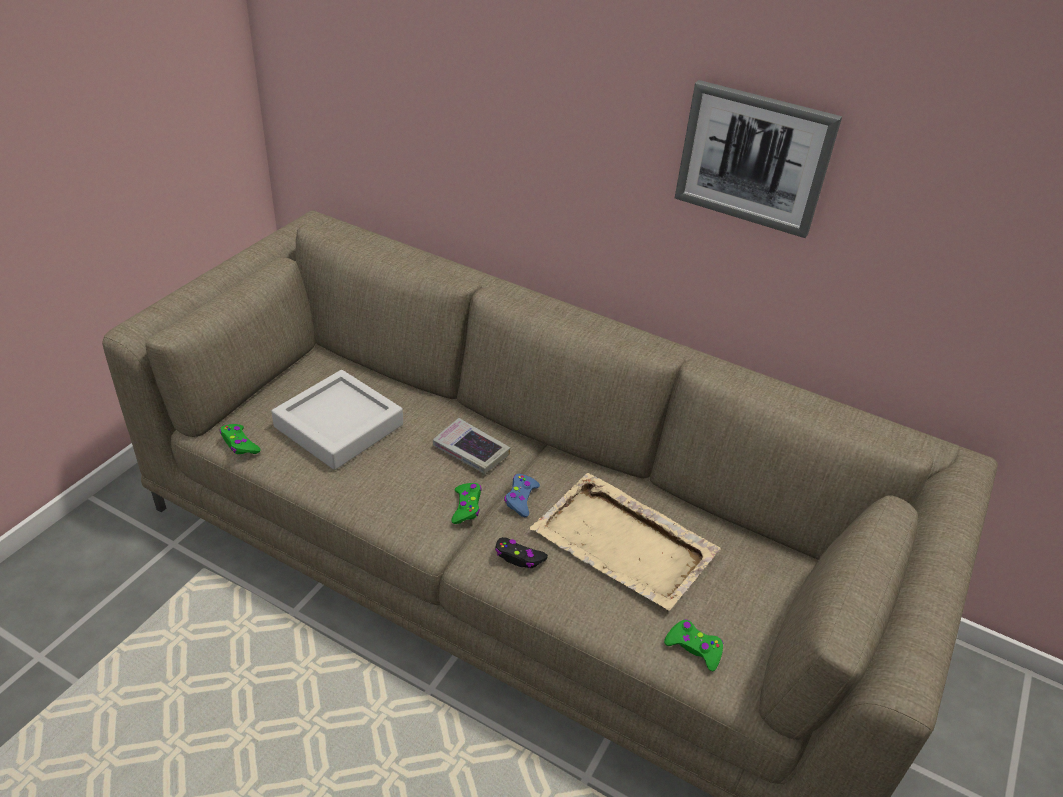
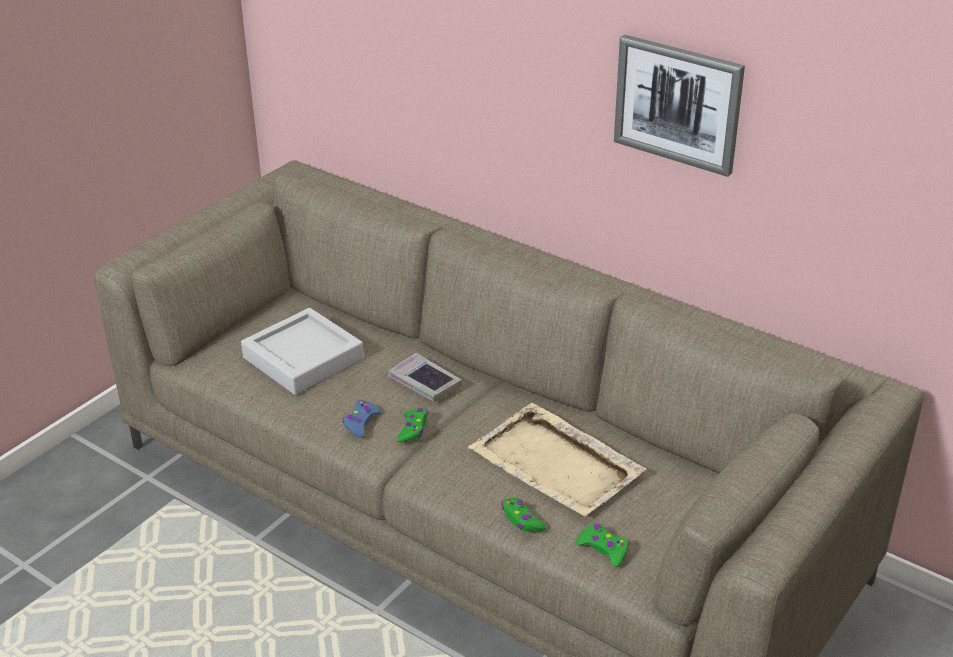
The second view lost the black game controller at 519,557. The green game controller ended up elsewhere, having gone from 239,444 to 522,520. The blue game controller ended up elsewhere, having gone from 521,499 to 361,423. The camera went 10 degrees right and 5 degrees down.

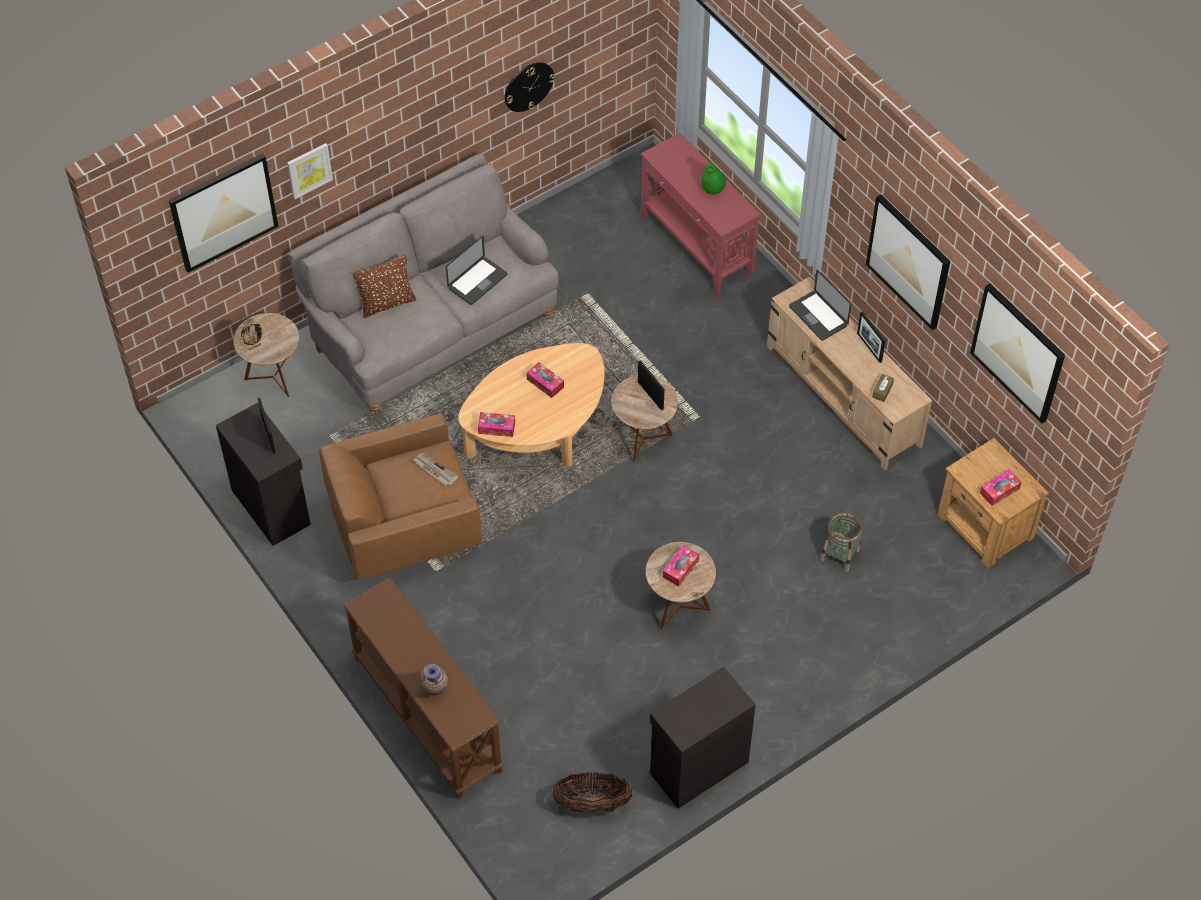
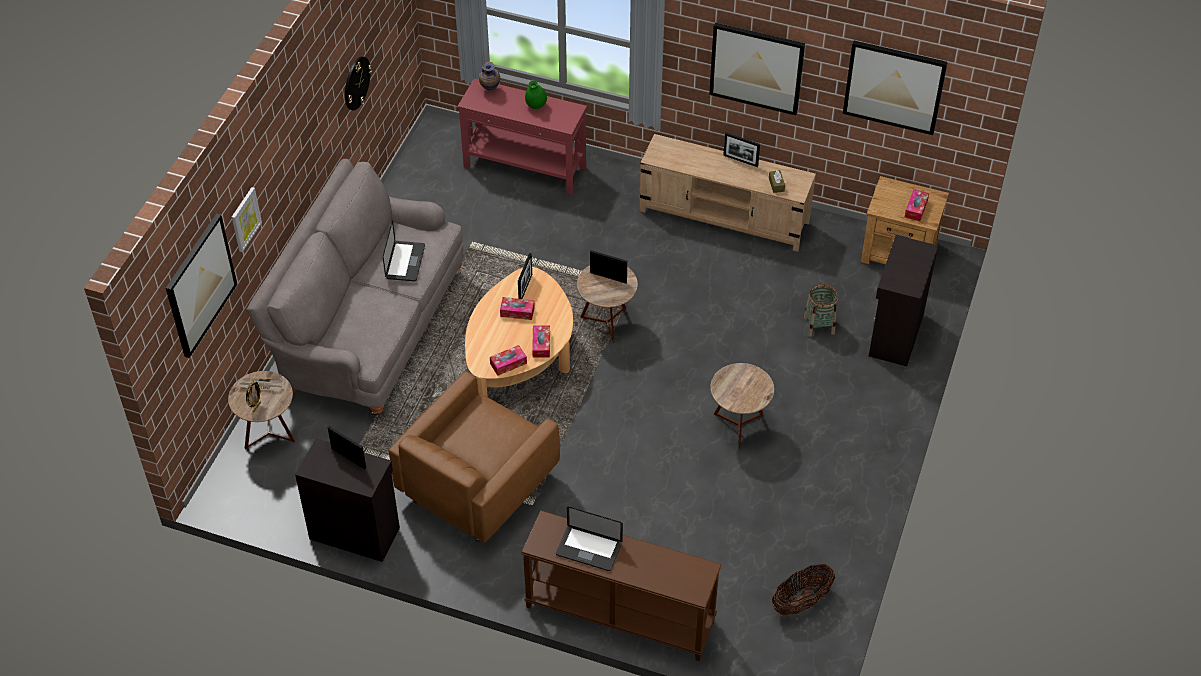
The second view lost the brown pillow at 387,303. The second view gained the picture frame at 525,288. The newspaper ended up elsewhere, having gone from 434,470 to 262,385. The vase ended up elsewhere, having gone from 435,691 to 490,90. The black cabinet ended up elsewhere, having gone from 697,767 to 894,334. The tissue box ended up elsewhere, having gone from 680,569 to 541,344. The laptop ended up elsewhere, having gone from 818,316 to 589,549. The camera went 35 degrees left and 5 degrees down.

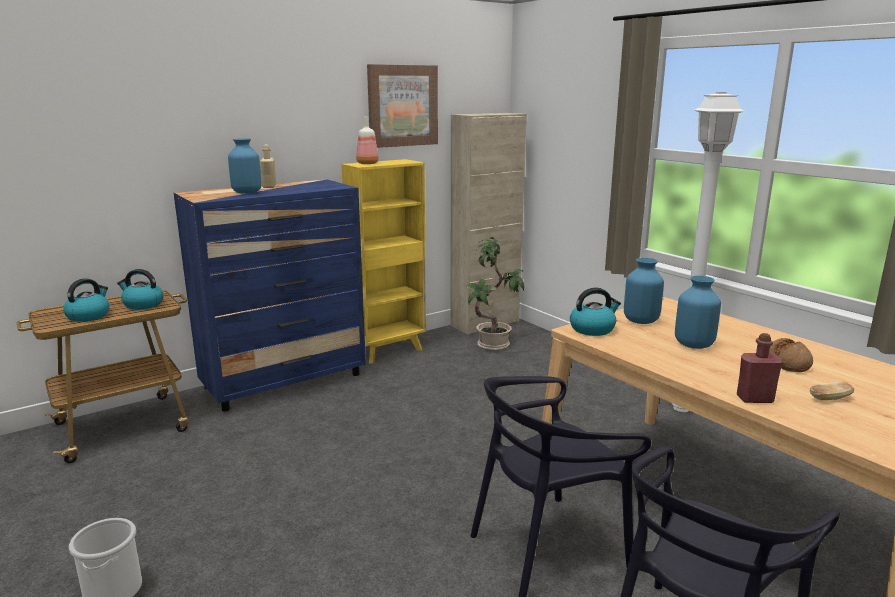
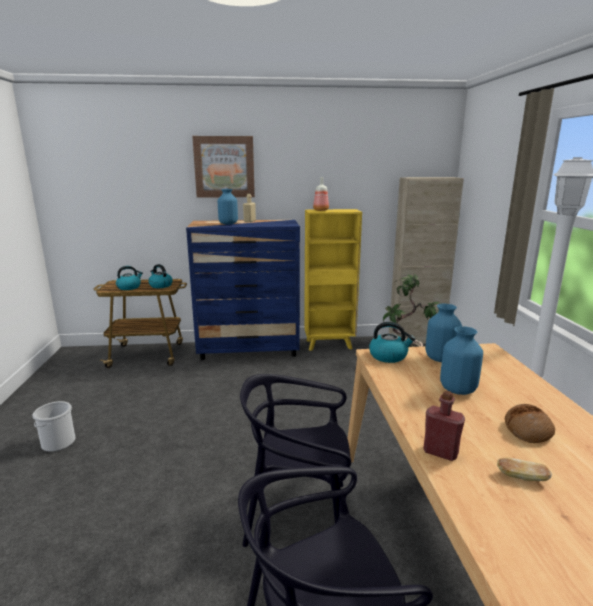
The picture ended up elsewhere, having gone from 402,106 to 224,167. The camera went 30 degrees right and 0 degrees up.

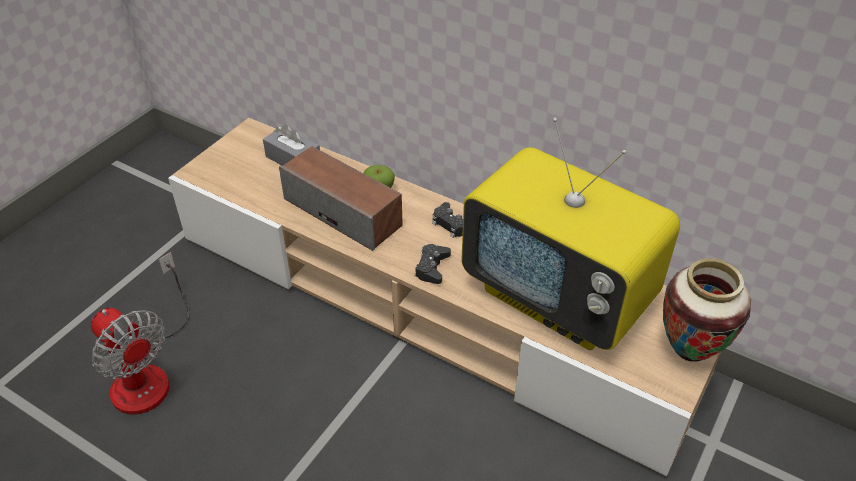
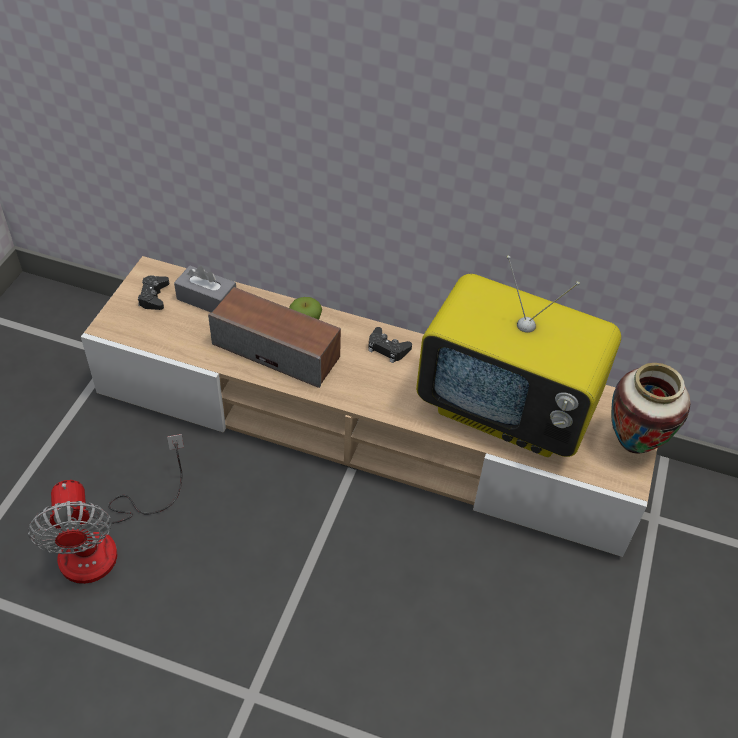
The black game controller ended up elsewhere, having gone from 432,267 to 154,296. The fan at 148,372 ended up facing another way, 45 degrees clockwise from before. The camera went 15 degrees left and 5 degrees up.

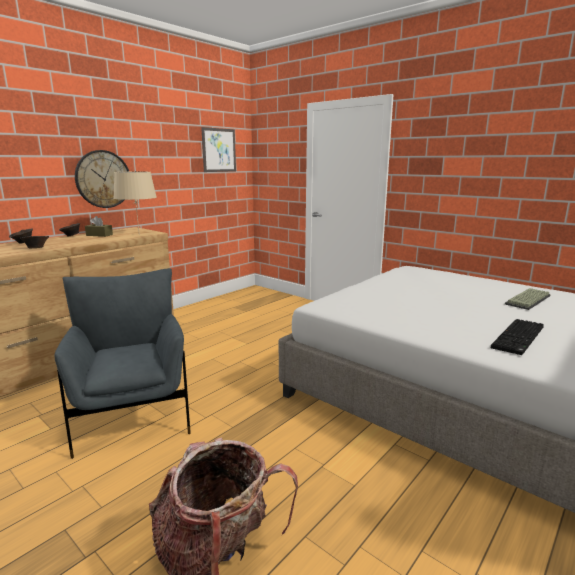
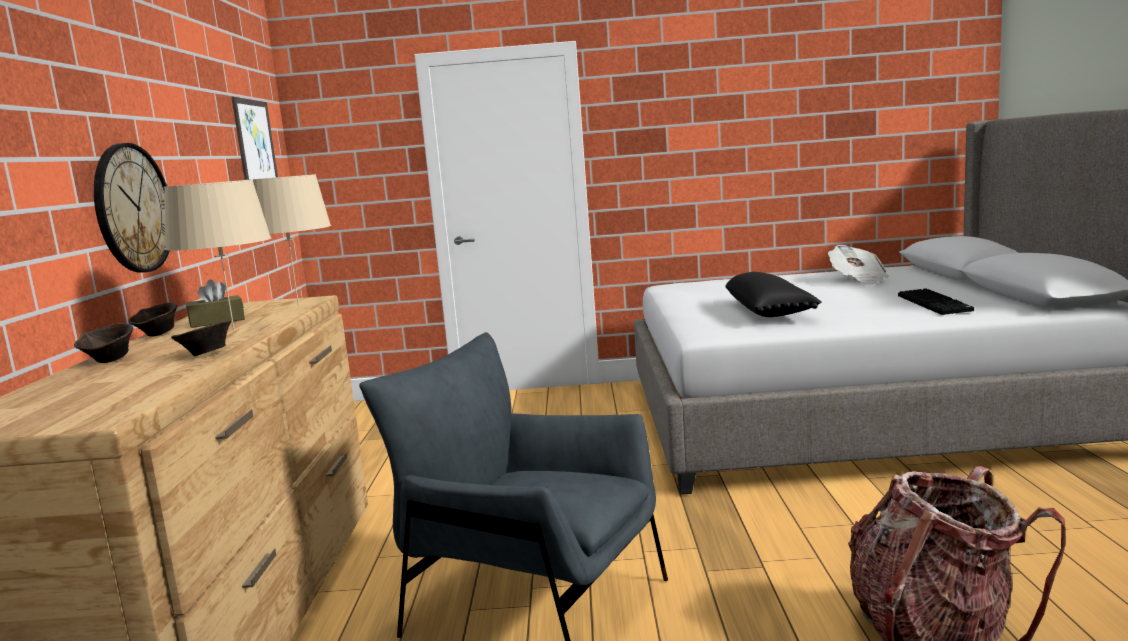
The second view gained the beige table lamp at 233,330. The second view gained the black pillow at 769,311. Where the keyboard stood at 529,300, the newspaper came to stand at 858,280. The camera went 40 degrees left and 5 degrees down.

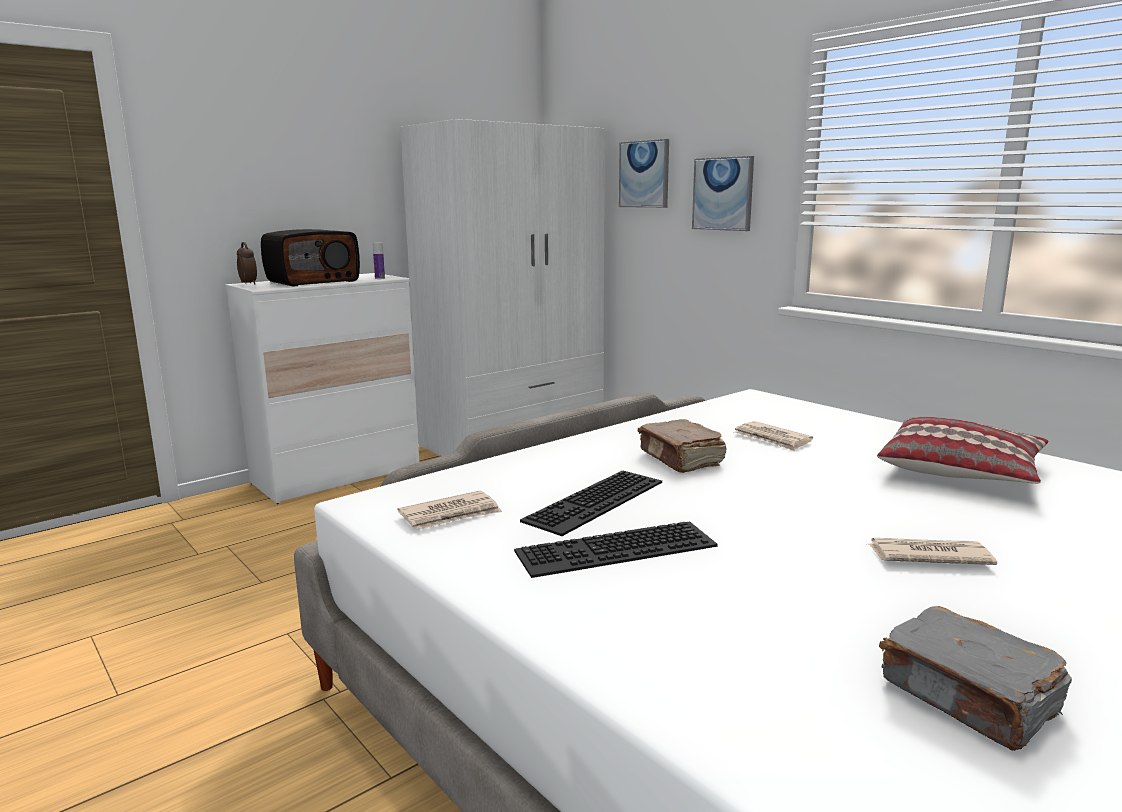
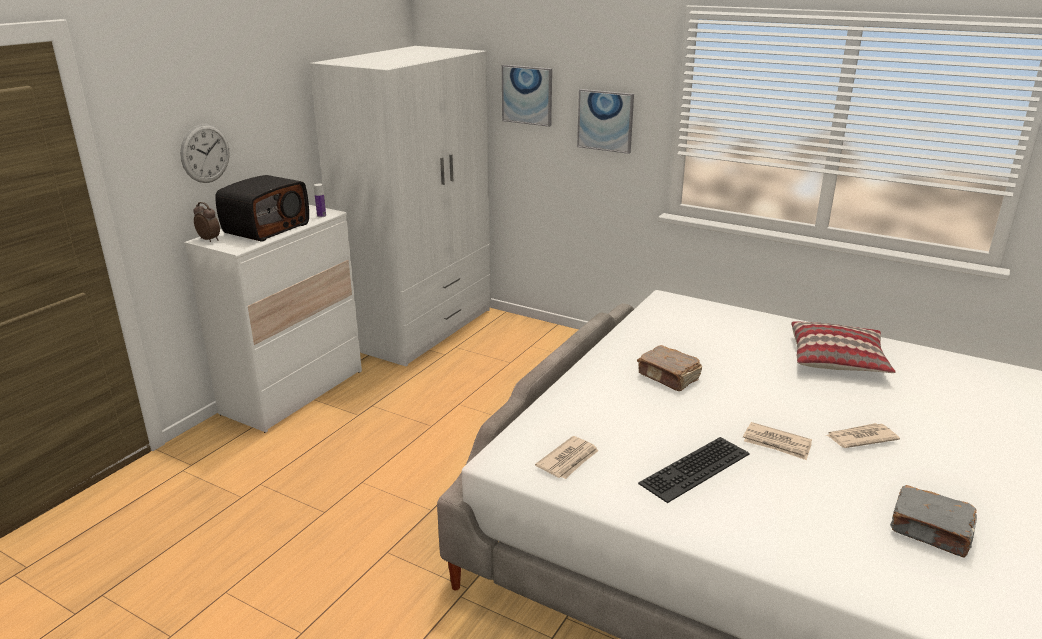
The second view lost the keyboard at 597,502. The second view gained the wall clock at 205,153. The newspaper ended up elsewhere, having gone from 772,439 to 777,444. The camera went 20 degrees left and 10 degrees up.

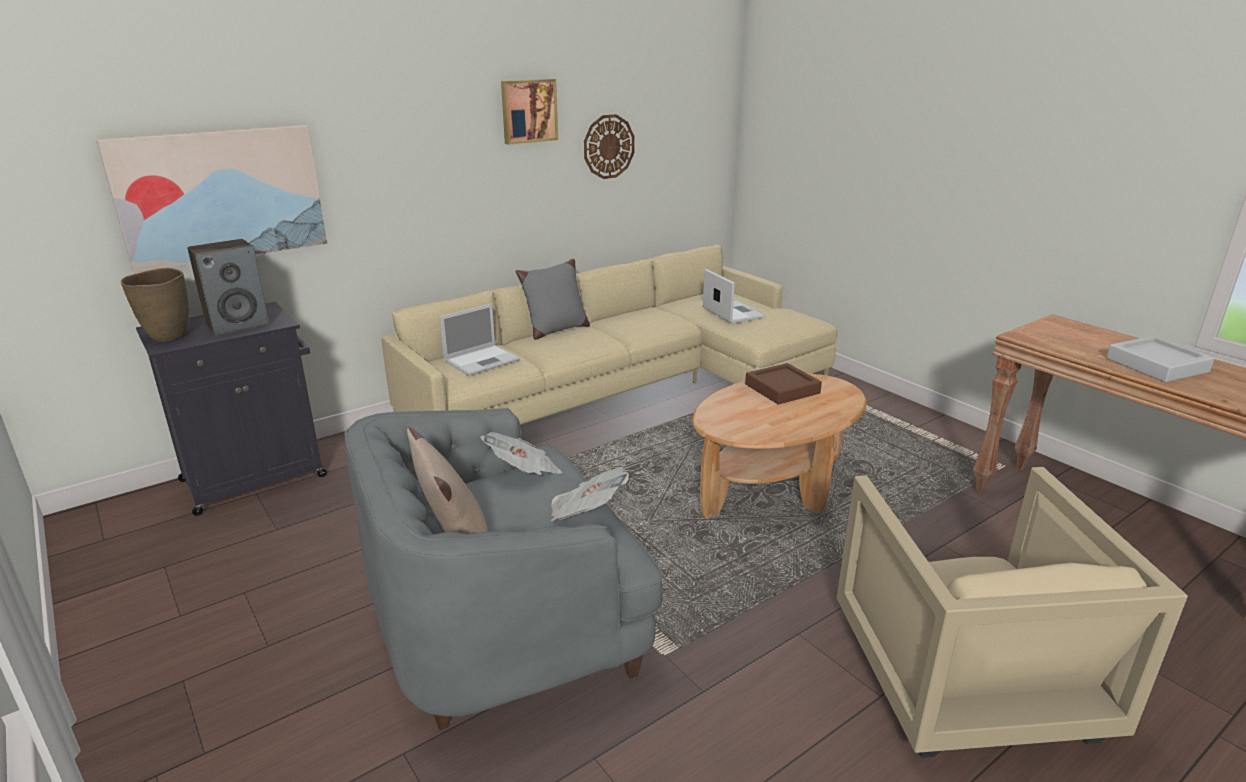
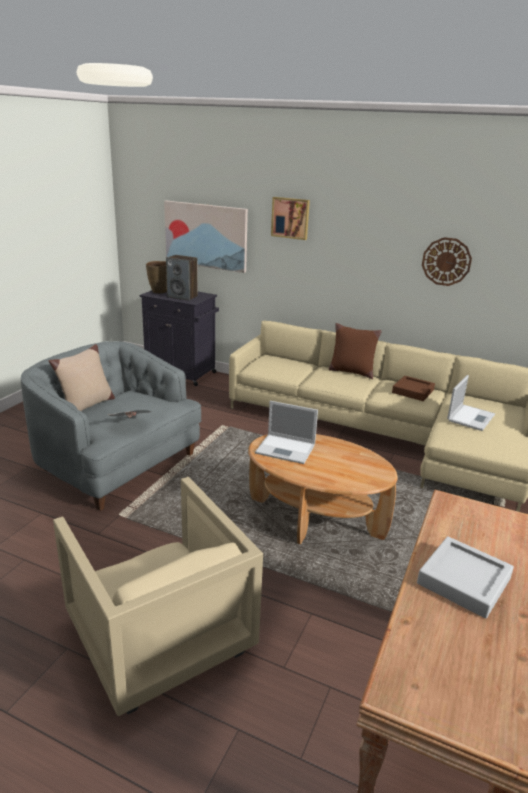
The second view lost the newspaper at 523,471. The laptop ended up elsewhere, having gone from 483,360 to 286,449. The picture ended up elsewhere, having gone from 528,111 to 290,218. The brown tray ended up elsewhere, having gone from 782,389 to 413,391. What was the grey pillow at 555,330 turned into the brown pillow at 351,372. The beige armchair at 963,676 ended up facing another way, 90 degrees counterclockwise from before. The camera went 60 degrees right and 0 degrees up.

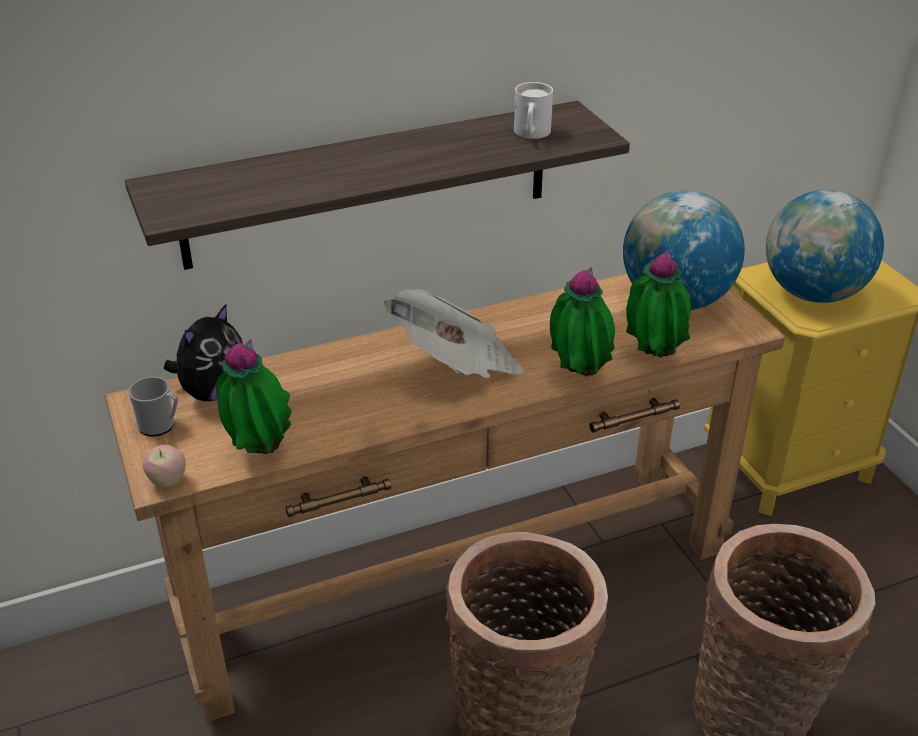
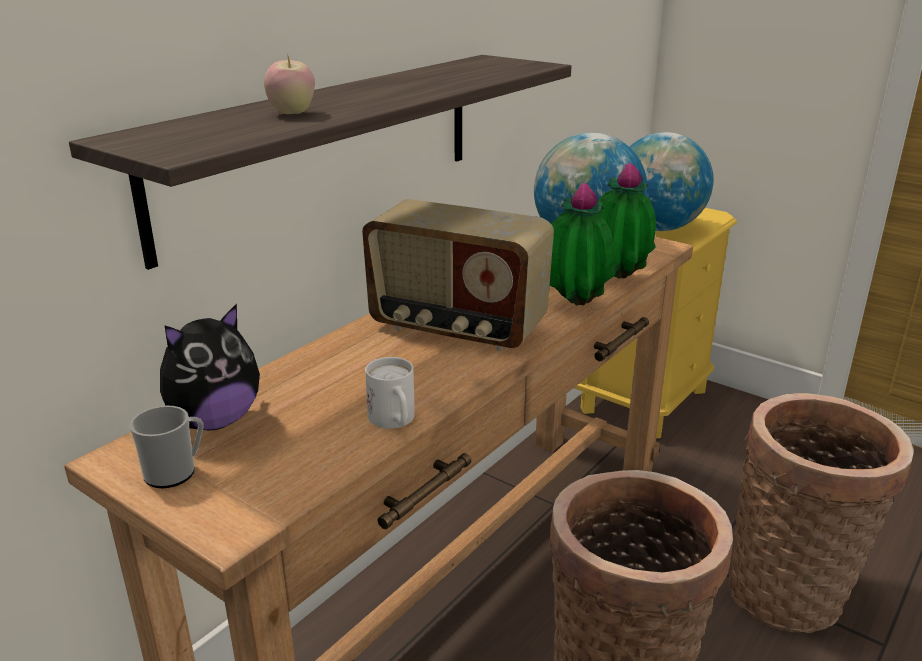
The second view lost the potted plant at 258,452. The apple ended up elsewhere, having gone from 167,482 to 292,113. The white mug ended up elsewhere, having gone from 531,134 to 394,421. Where the newspaper stood at 456,364, the radio came to stand at 457,328. The plush toy at 213,392 ended up facing another way, 45 degrees clockwise from before. The camera went 30 degrees left and 10 degrees down.

